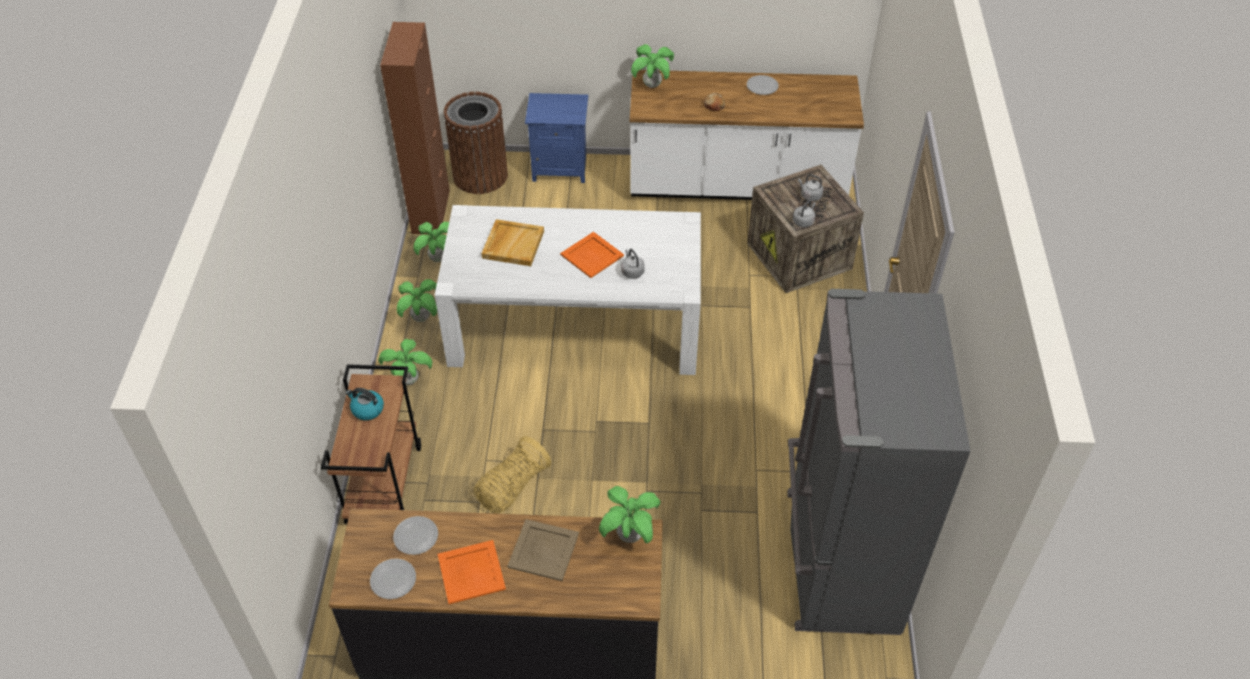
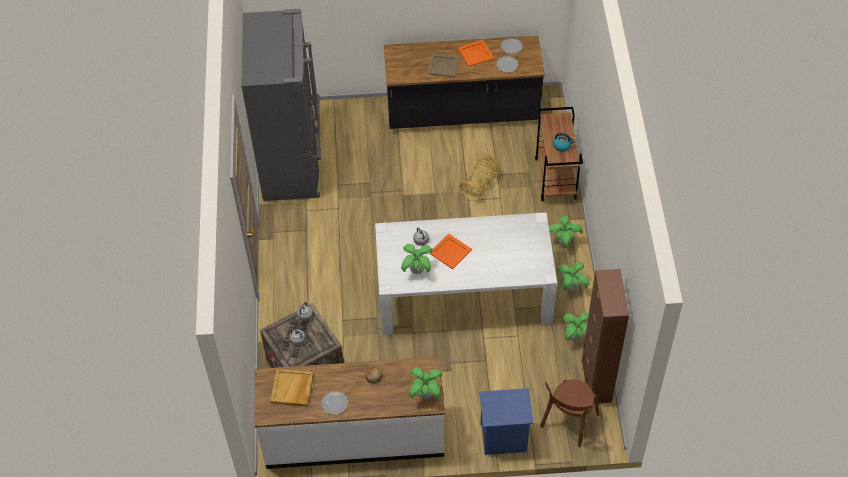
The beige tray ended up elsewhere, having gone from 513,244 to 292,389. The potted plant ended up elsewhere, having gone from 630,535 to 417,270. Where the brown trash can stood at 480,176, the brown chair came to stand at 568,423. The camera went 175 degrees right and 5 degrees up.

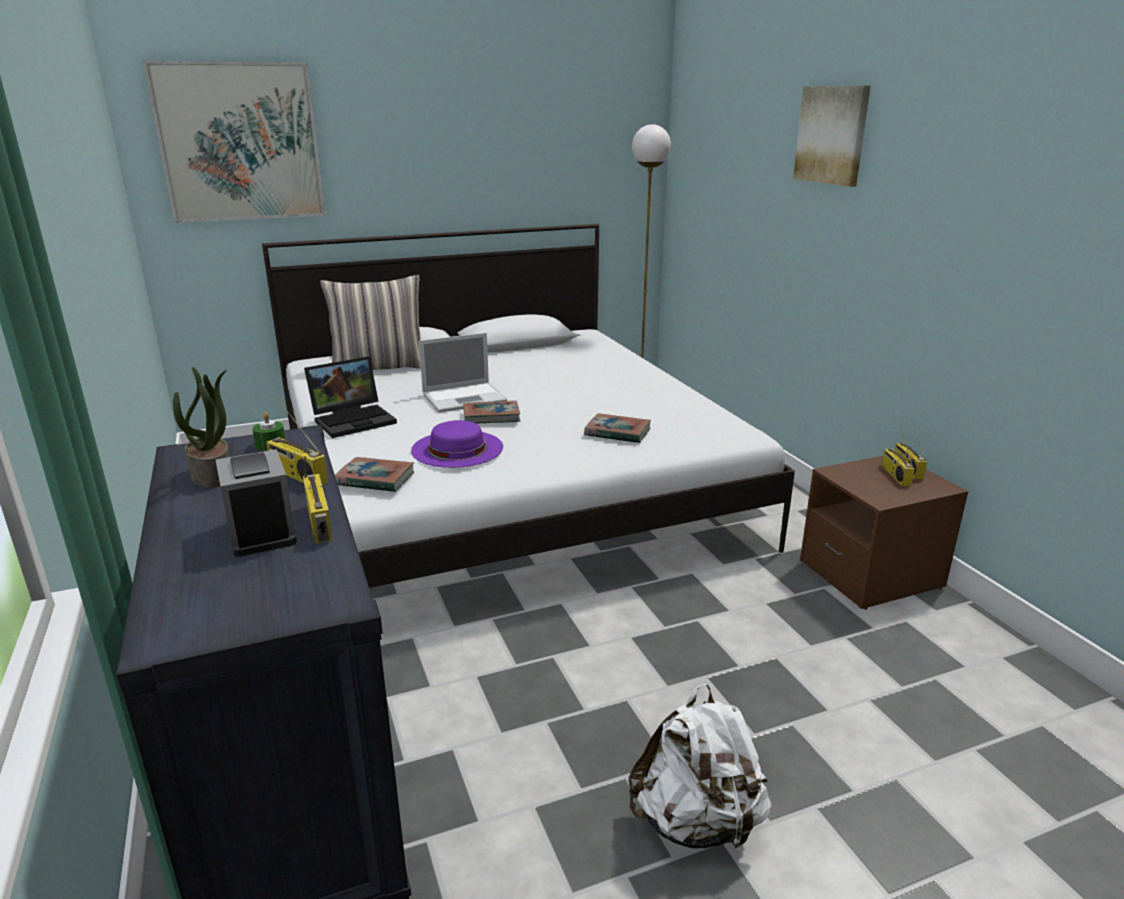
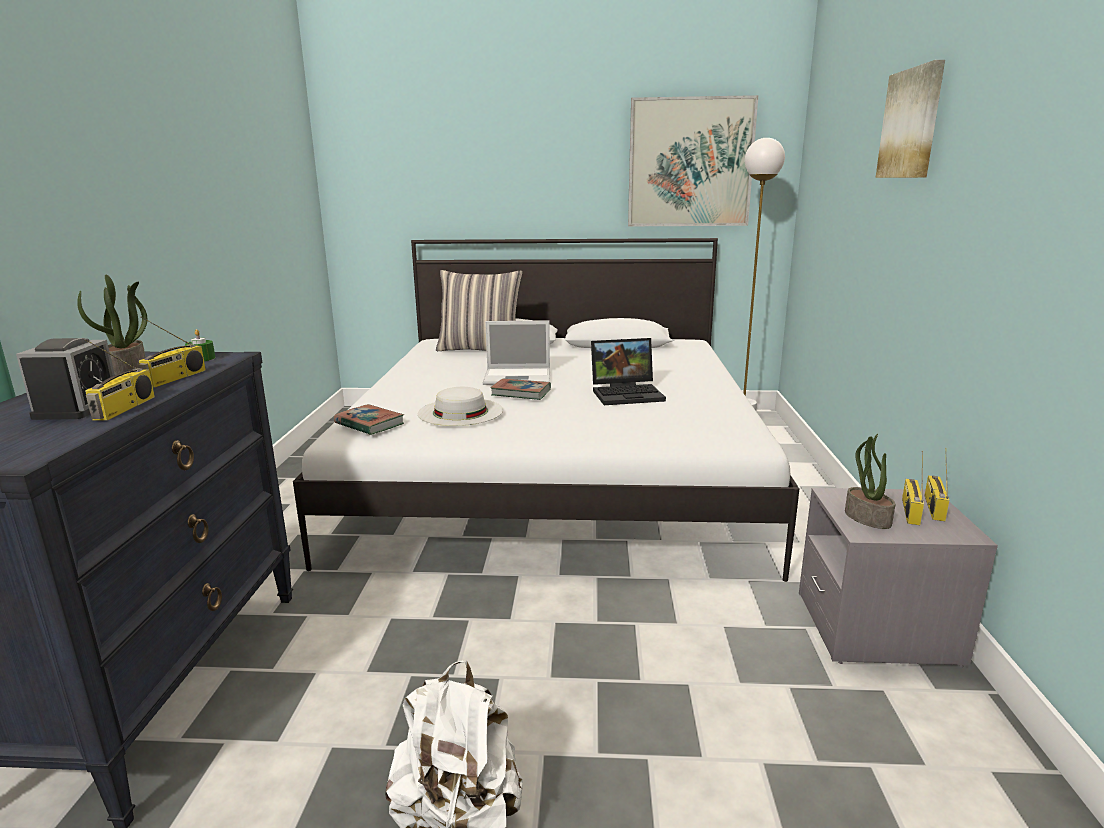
The second view lost the book at 617,432. The second view gained the potted plant at 866,518. The picture ended up elsewhere, having gone from 240,143 to 690,163. The laptop ended up elsewhere, having gone from 354,419 to 628,393. What was the purple hat at 457,448 turned into the white hat at 460,412. What was the brown nightstand at 871,574 turned into the grey nightstand at 877,628. The radio at 296,475 ended up facing another way, 135 degrees counterclockwise from before. The camera went 25 degrees right and 5 degrees down.

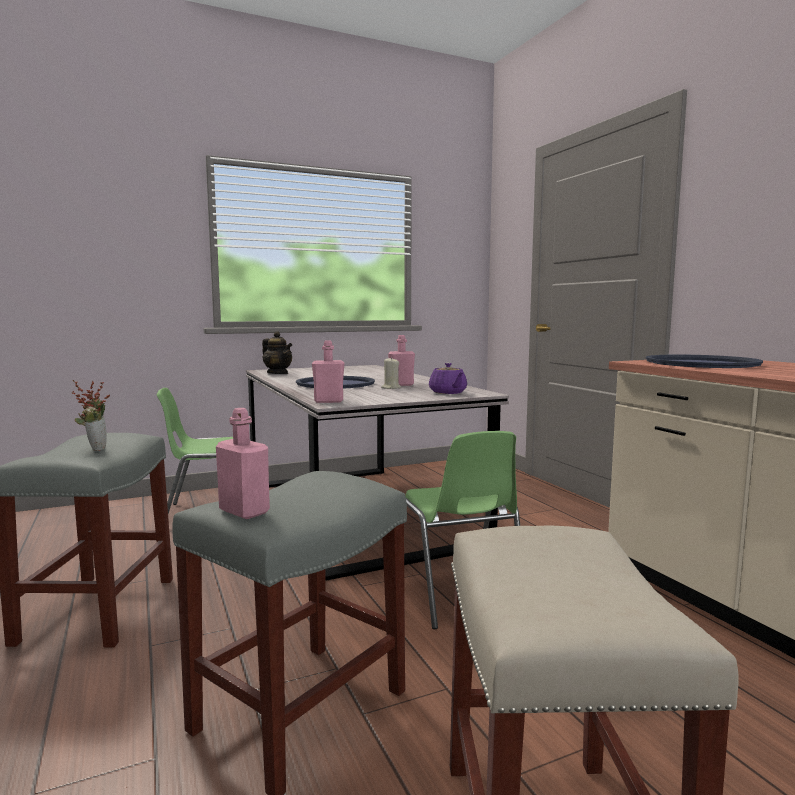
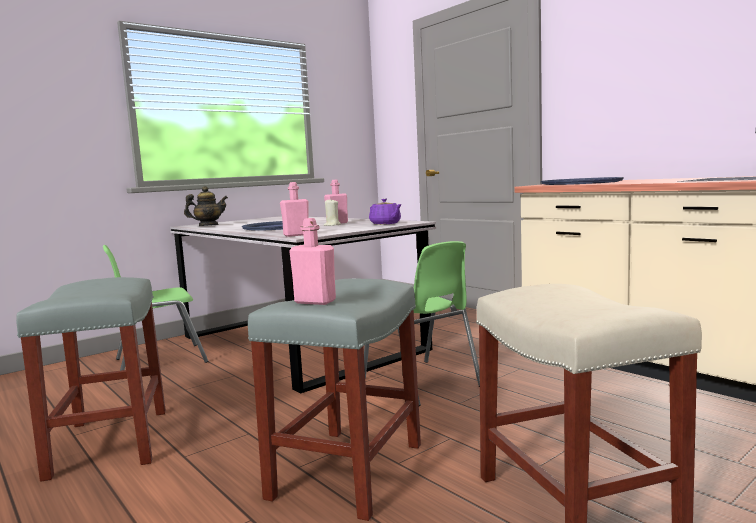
The second view lost the potted plant at 95,448. The teapot at 278,373 ended up facing another way, 45 degrees counterclockwise from before. The camera went 15 degrees left and 0 degrees up.

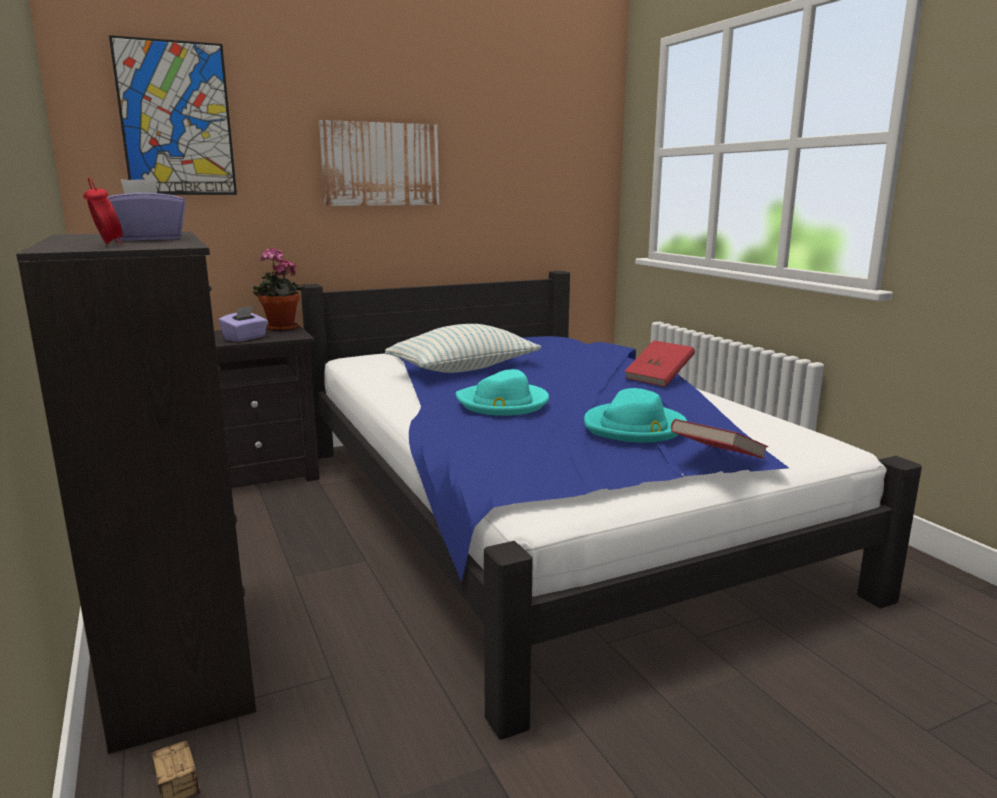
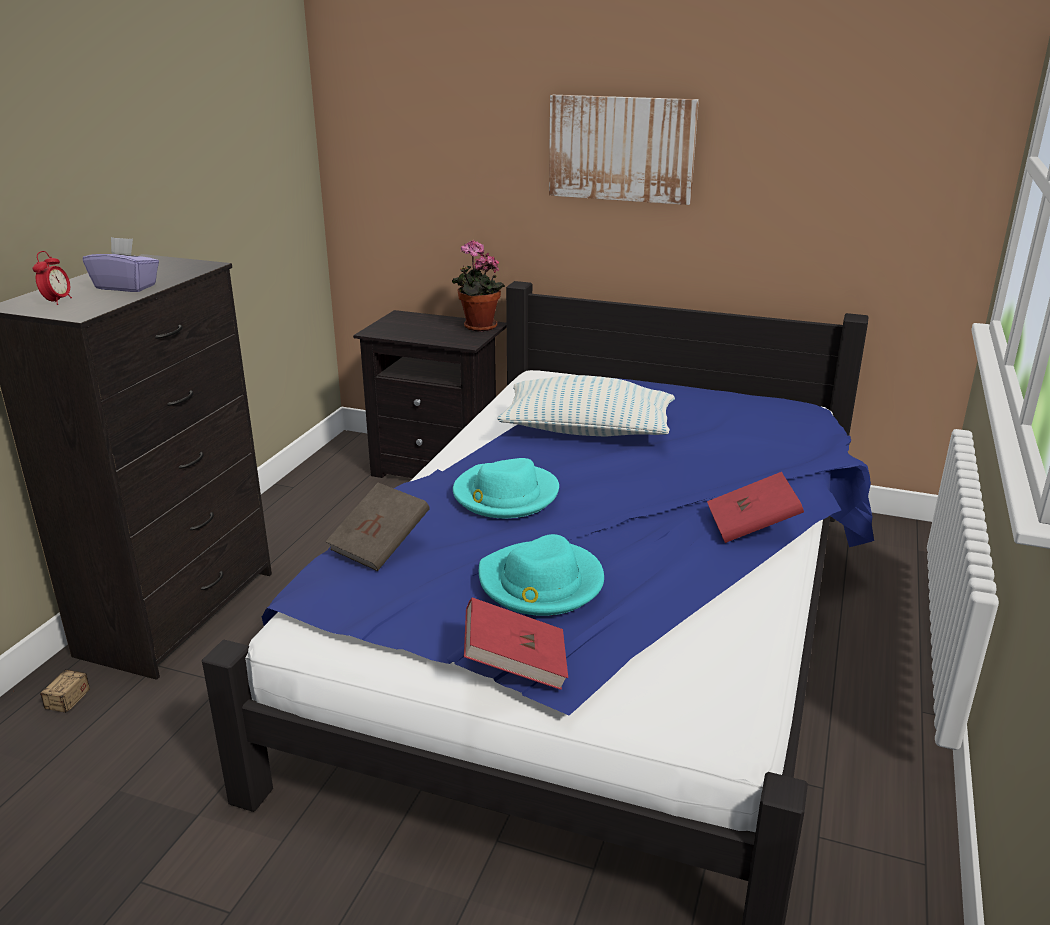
The second view lost the picture at 176,119. The second view lost the purple tissue box at 245,338. The second view gained the brown book at 380,545. The camera went 45 degrees right and 10 degrees up.

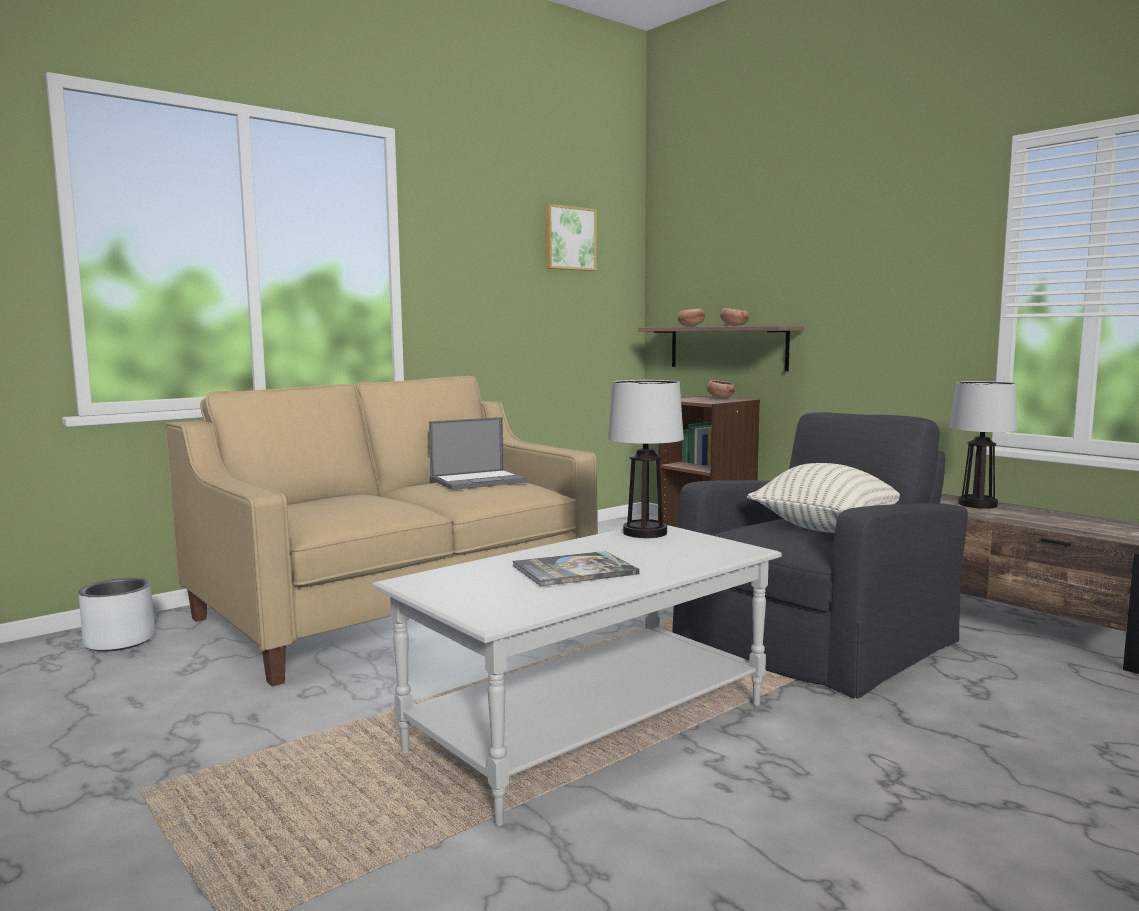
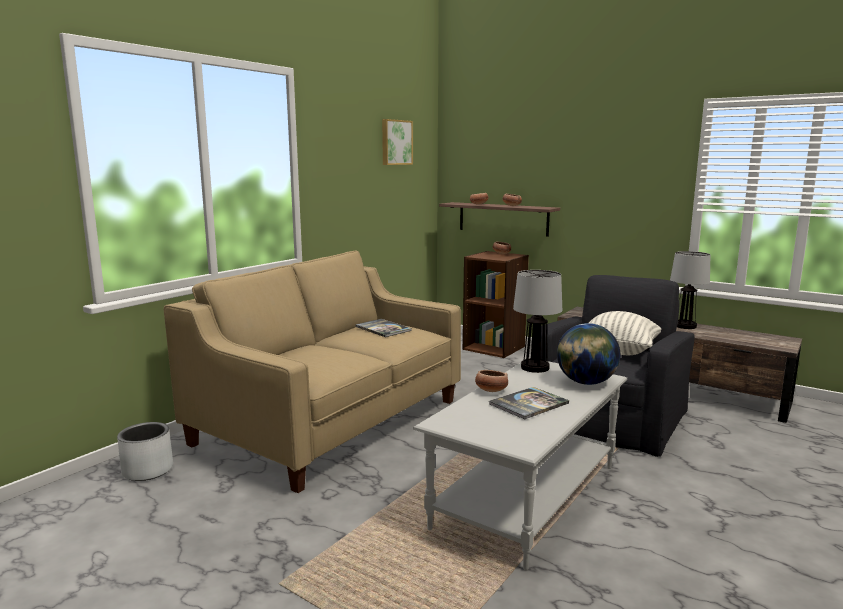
The second view gained the bowl at 490,391. The second view gained the globe at 586,382. Where the laptop stood at 479,480, the book came to stand at 383,329. The camera went 15 degrees left and 5 degrees up.

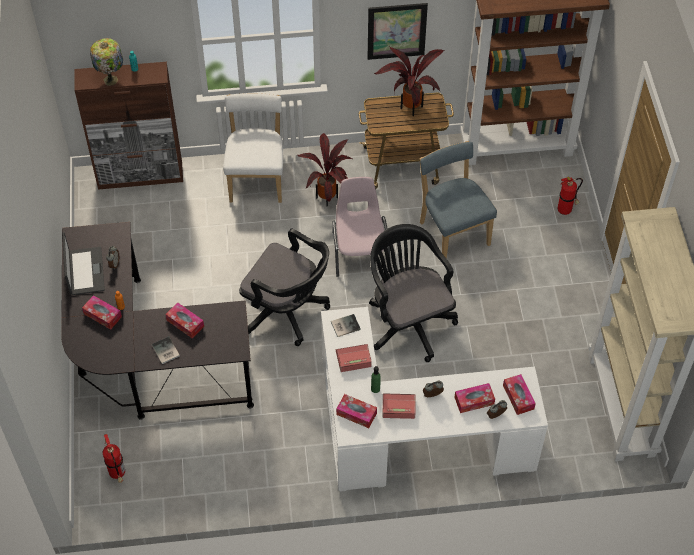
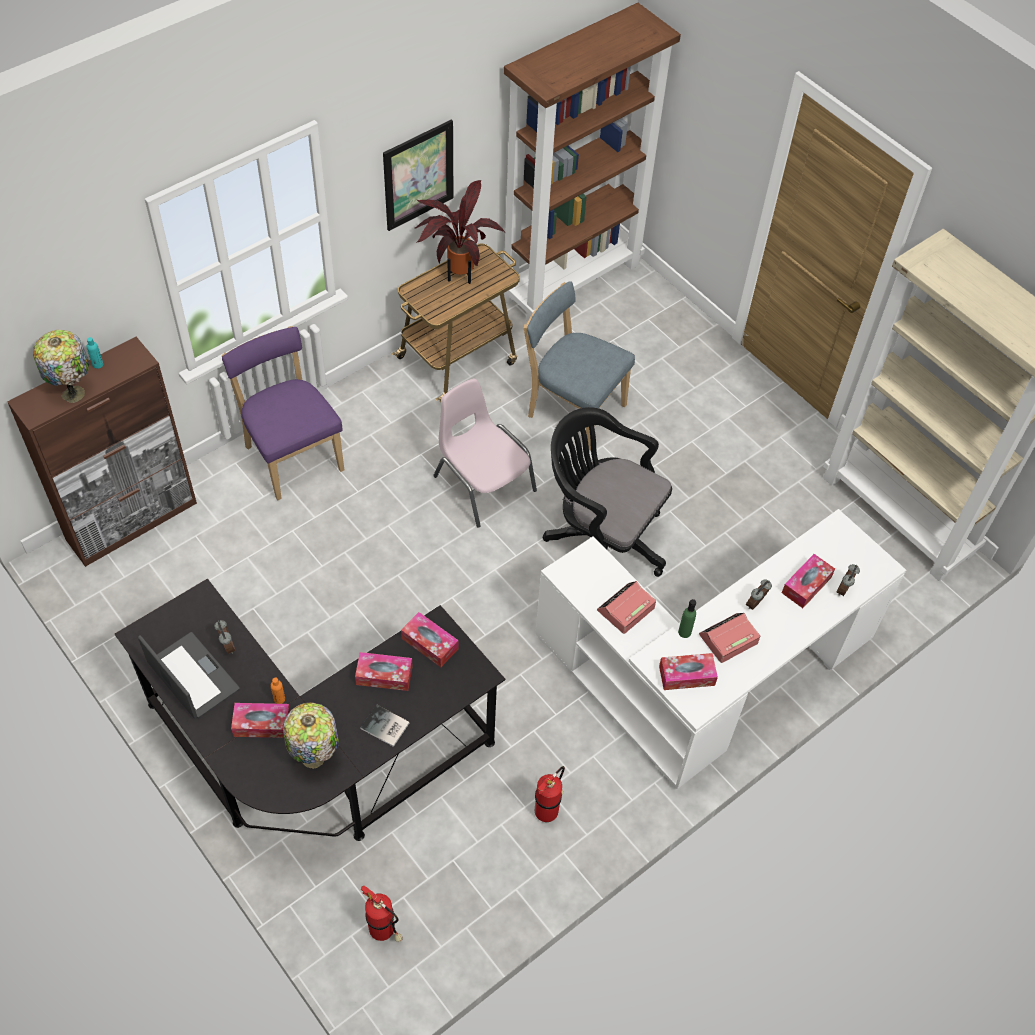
The second view lost the black office chair at 288,312. The second view lost the potted plant at 329,197. The second view lost the book at 344,325. The second view gained the table lamp at 315,758. The tissue box ended up elsewhere, having gone from 518,397 to 429,643. The fire extinguisher ended up elsewhere, having gone from 566,210 to 548,810. What was the white chair at 257,179 turned into the purple chair at 292,455. The camera went 35 degrees left and 0 degrees up.

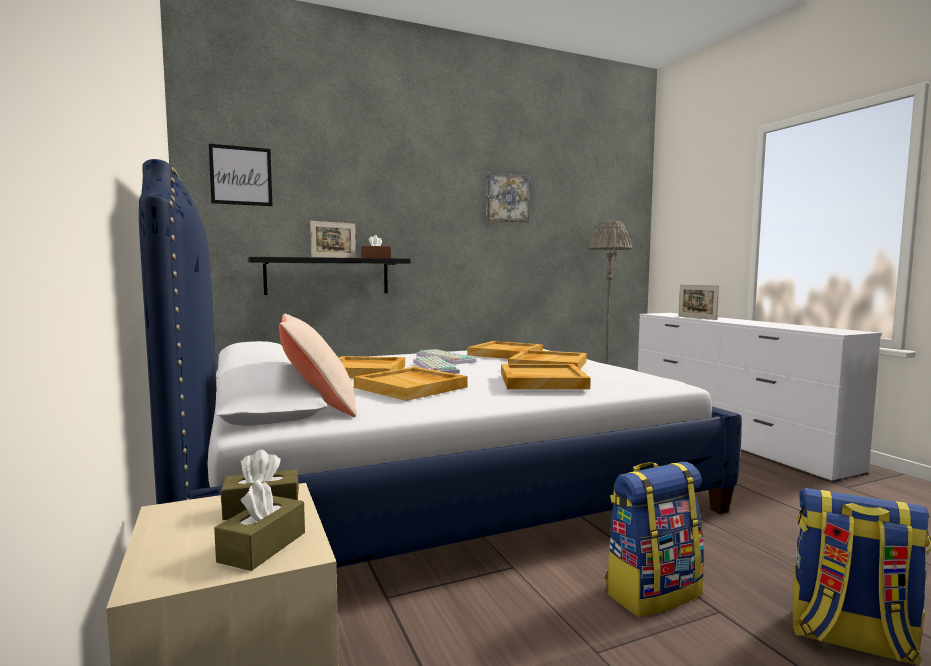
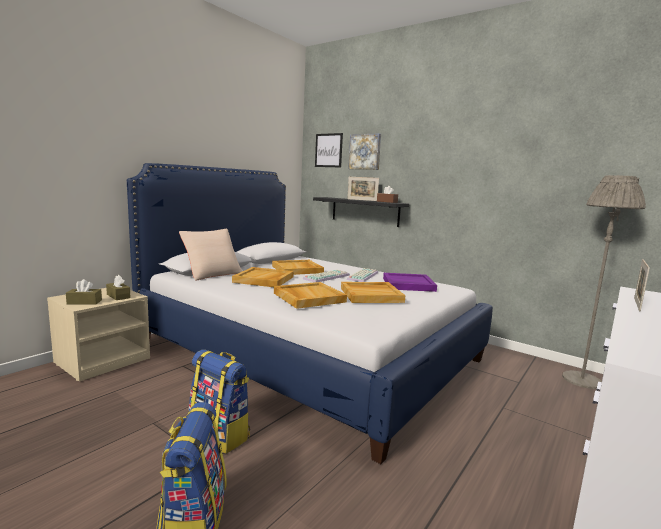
The picture ended up elsewhere, having gone from 506,198 to 365,152. What was the beige tray at 506,353 turned into the purple tray at 408,284. The camera went 60 degrees right and 5 degrees up.

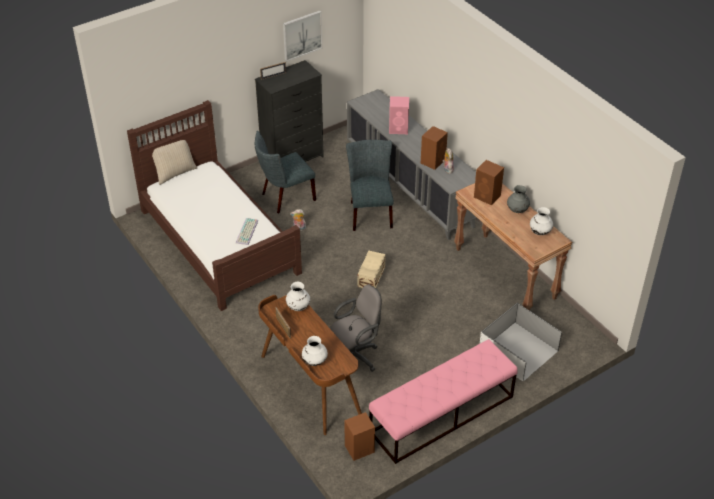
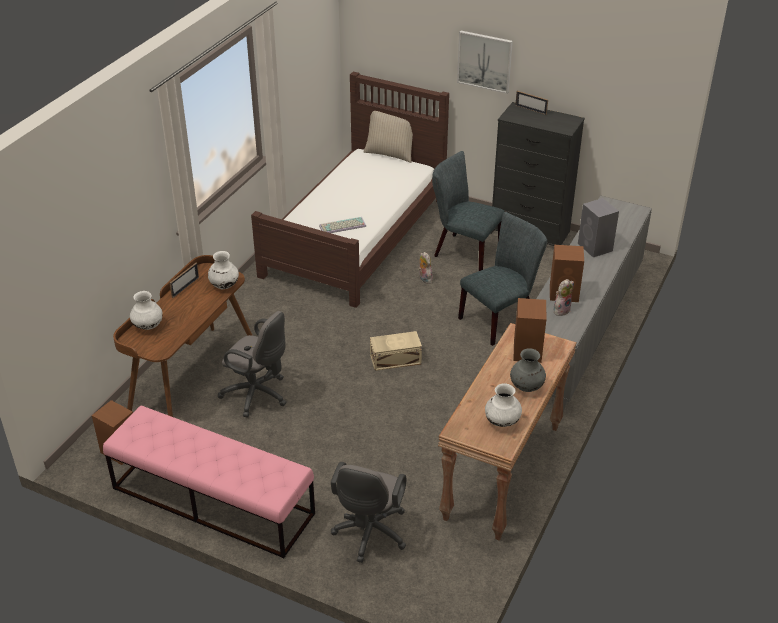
The picture ended up elsewhere, having gone from 302,35 to 484,61. Where the white storage box stood at 518,351, the grey office chair came to stand at 369,535. What was the pink speaker at 399,129 turned into the grey speaker at 595,247. The camera went 60 degrees right and 5 degrees down.

